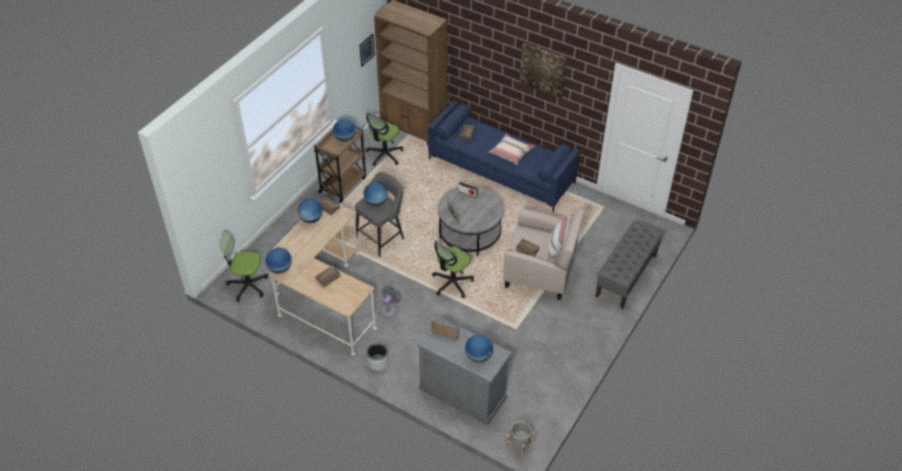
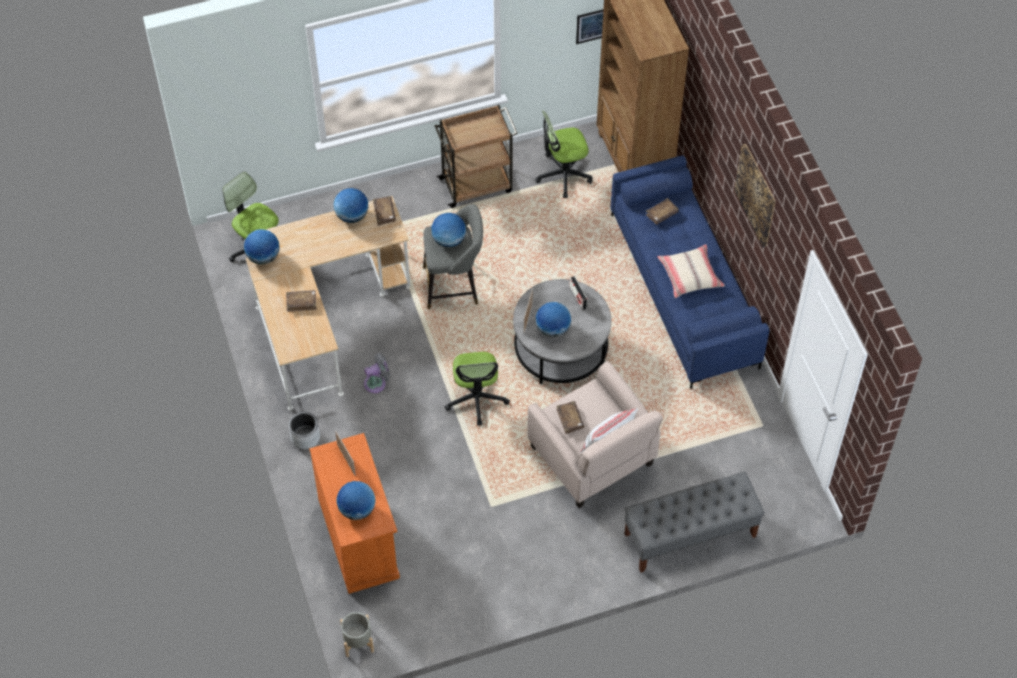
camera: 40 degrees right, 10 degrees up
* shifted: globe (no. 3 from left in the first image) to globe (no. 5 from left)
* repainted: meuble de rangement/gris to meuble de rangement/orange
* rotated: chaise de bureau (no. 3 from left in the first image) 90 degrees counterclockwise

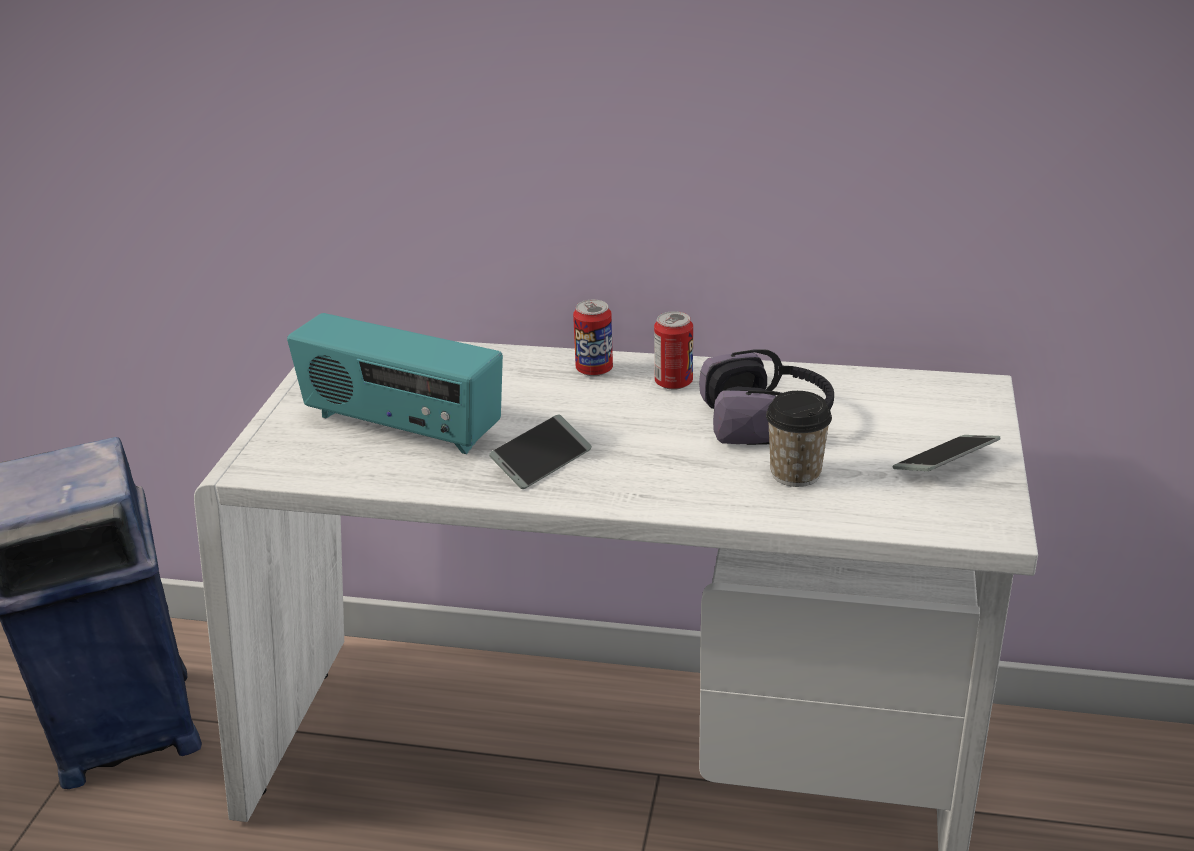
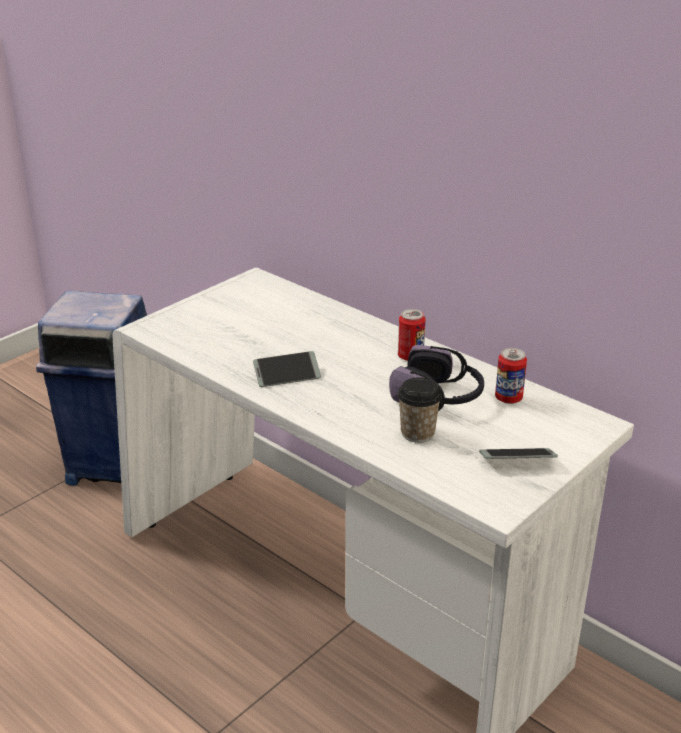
camera: 30 degrees right, 0 degrees up
* gone: radio
* shifted: boîte métallique (no. 1 from left in the first image) to boîte métallique (no. 2 from left)

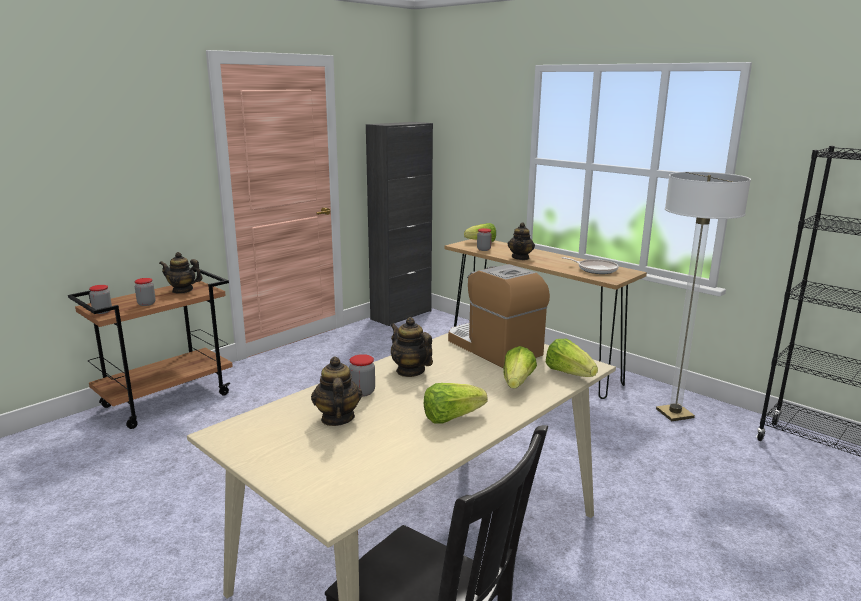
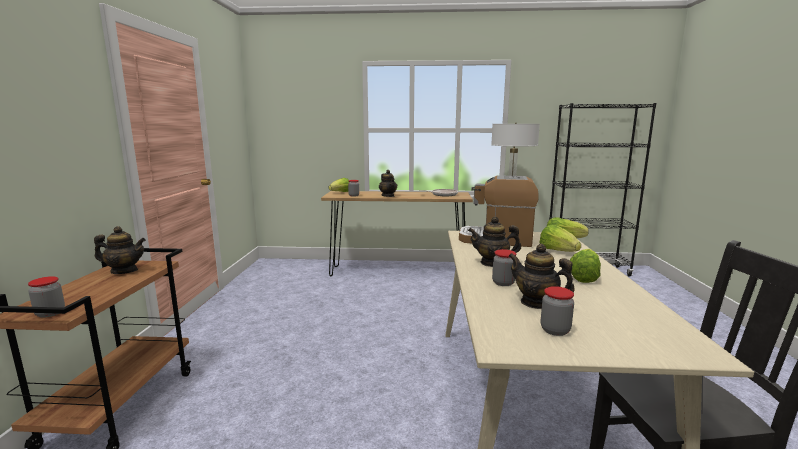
camera: 40 degrees left, 5 degrees down
* shifted: bocal (no. 2 from left in the first image) to bocal (no. 4 from left)
* rotated: théière (no. 1 from left) 150 degrees counterclockwise
* gone: meuble de rangement/noir

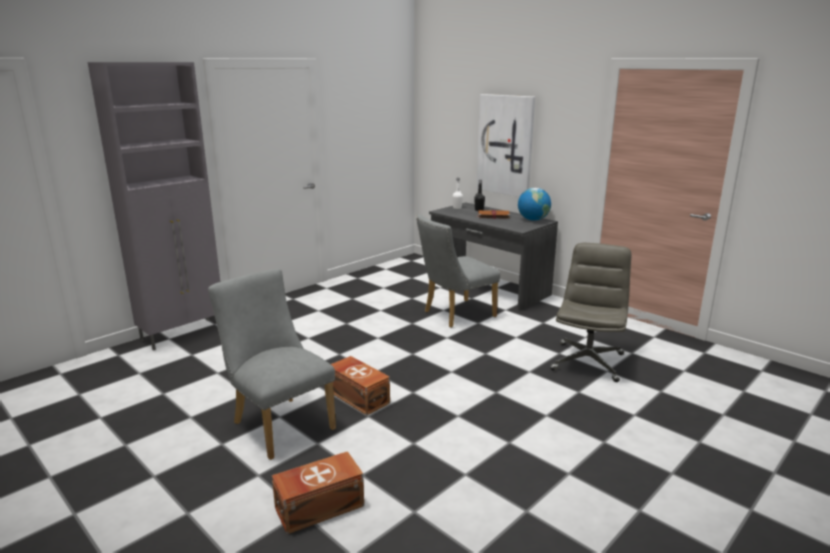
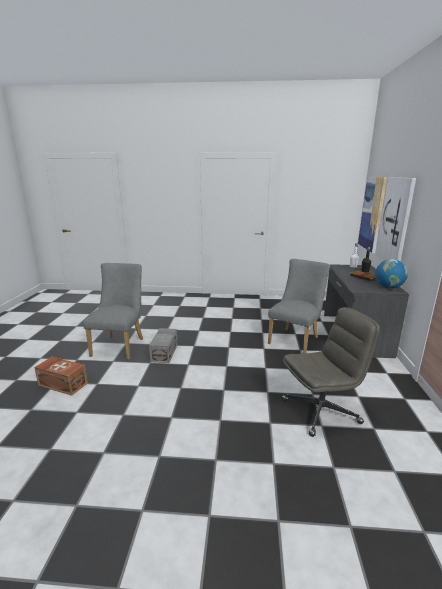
camera: 50 degrees right, 0 degrees up
* gone: meuble de rangement/gris
* repainted: boîte de rangement/marron (no. 2 from left) to boîte de rangement/gris
* rotated: chaise/gris (no. 2 from left) 105 degrees clockwise
* new: tableau (no. 1 from left)

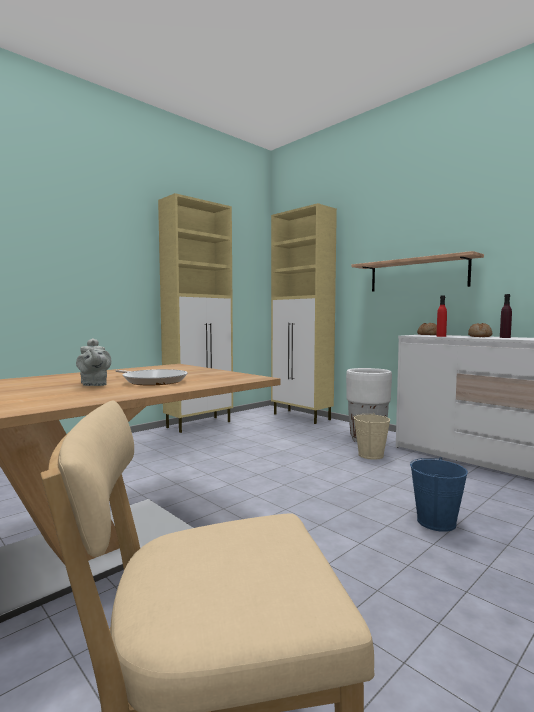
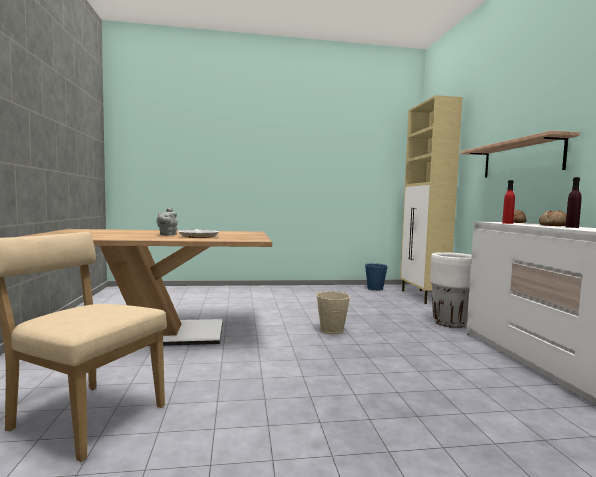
camera: 35 degrees right, 0 degrees up
* gone: meuble de rangement/beige (no. 1 from left)
* shifted: seau/beige
* shifted: seau/bleu

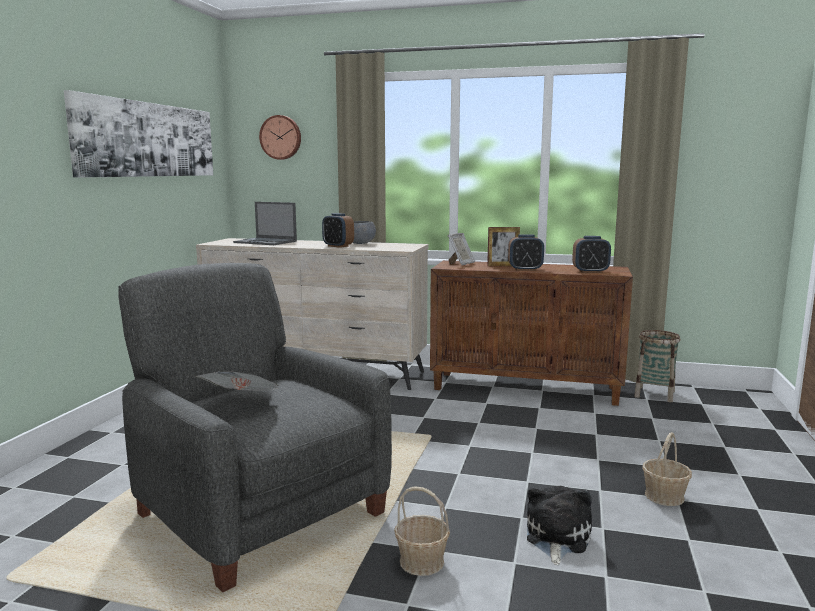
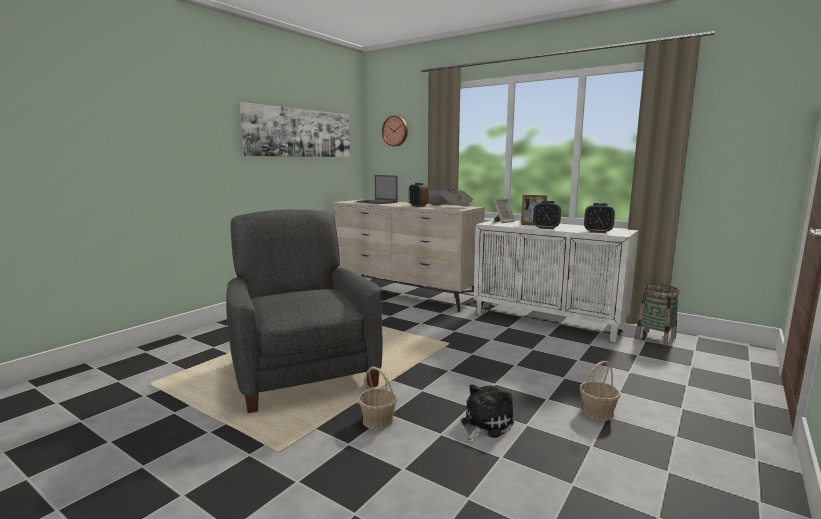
camera: 20 degrees right, 0 degrees up
* shifted: journal
* repainted: meuble de rangement/marron to meuble de rangement/blanc

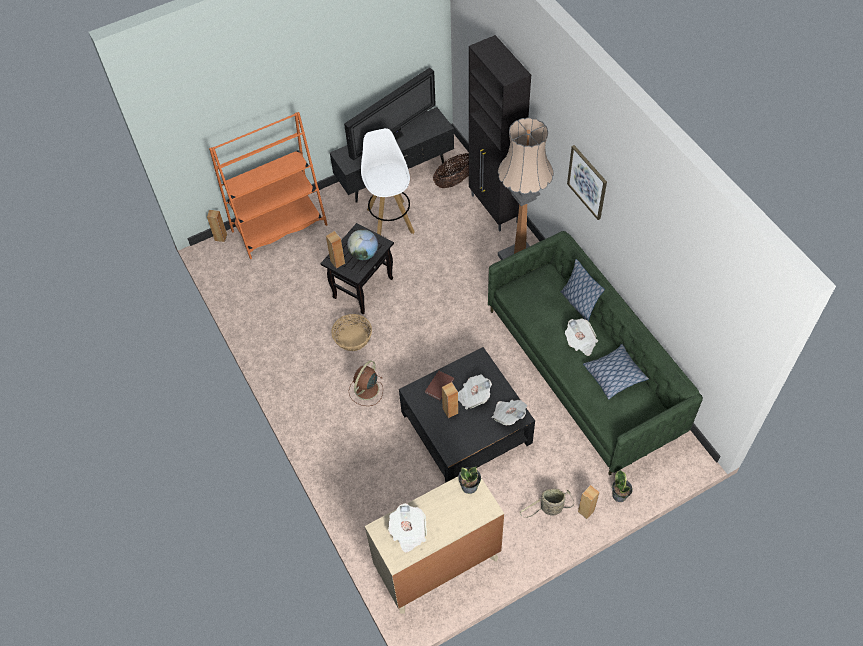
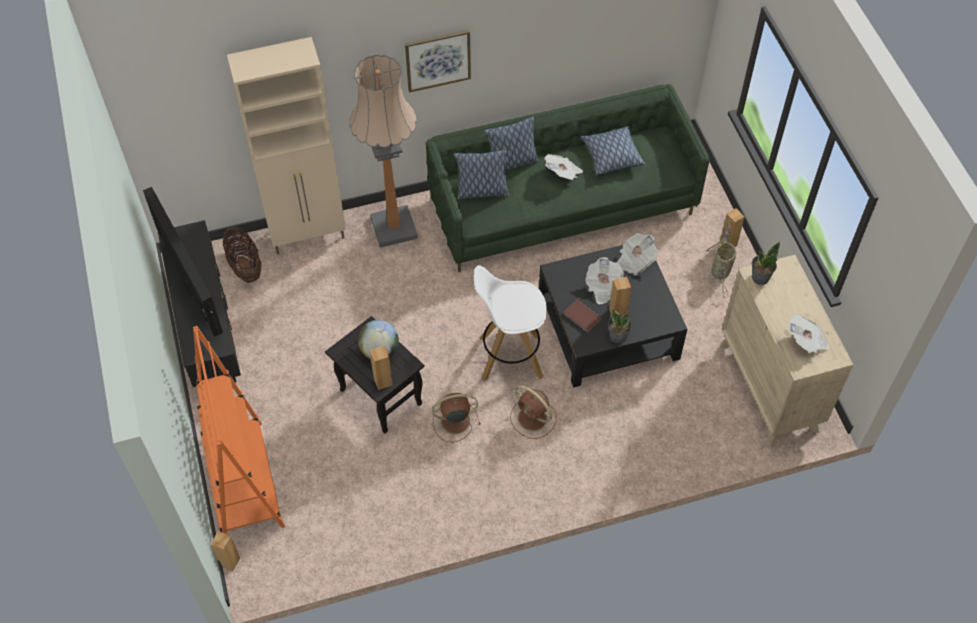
camera: 80 degrees left, 0 degrees up
* swapped: panier (no. 1 from left) to ventilateur/marron (no. 1 from left)
* shifted: tabouret/blanc
* repainted: meuble de rangement/noir to meuble de rangement/beige
* shifted: plante en pot (no. 2 from left in the first image) to plante en pot (no. 1 from left)
* new: coussin (no. 1 from left)

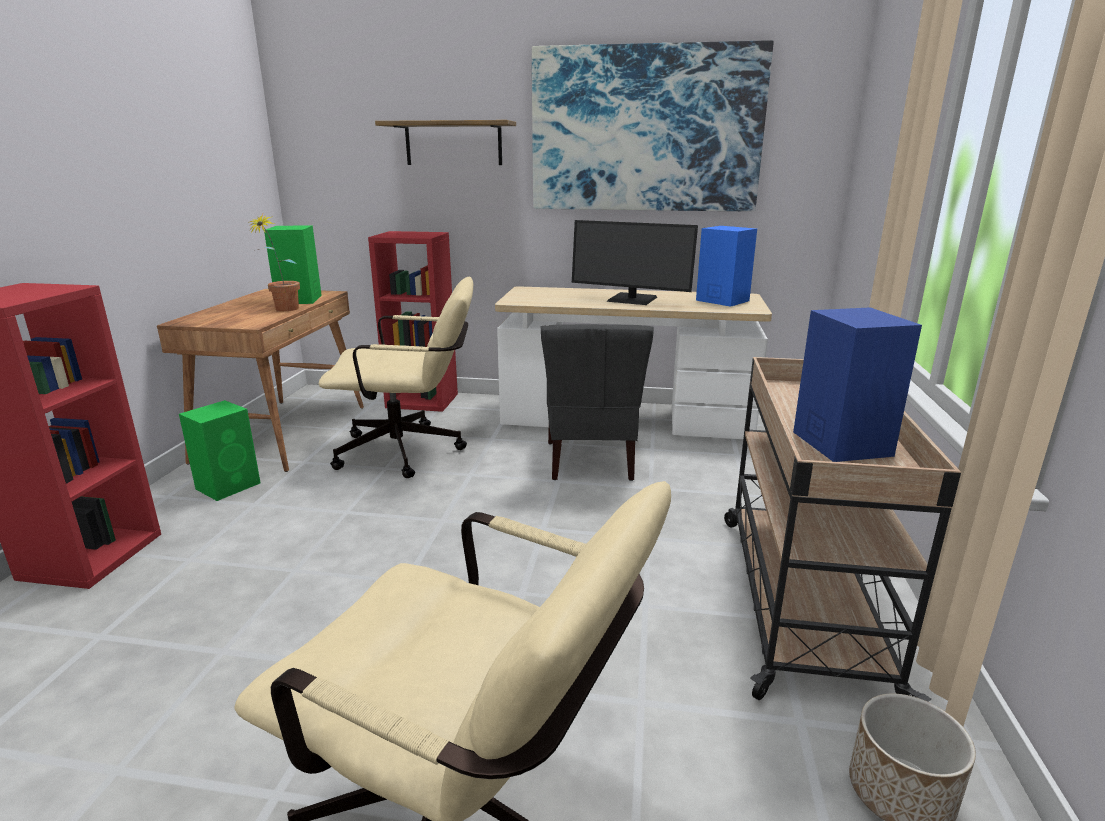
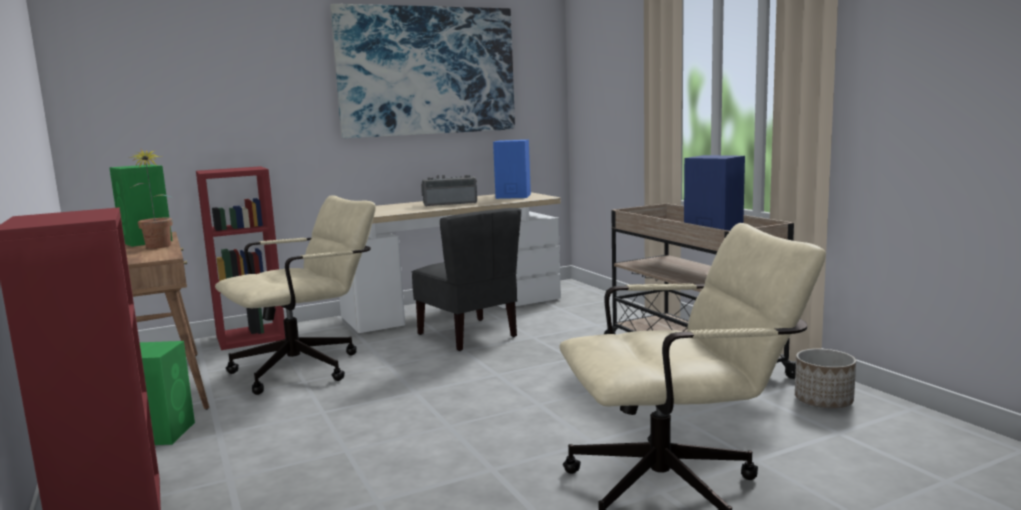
camera: 35 degrees left, 10 degrees down
* gone: étagère
* swapped: écran d'ordinateur to radio

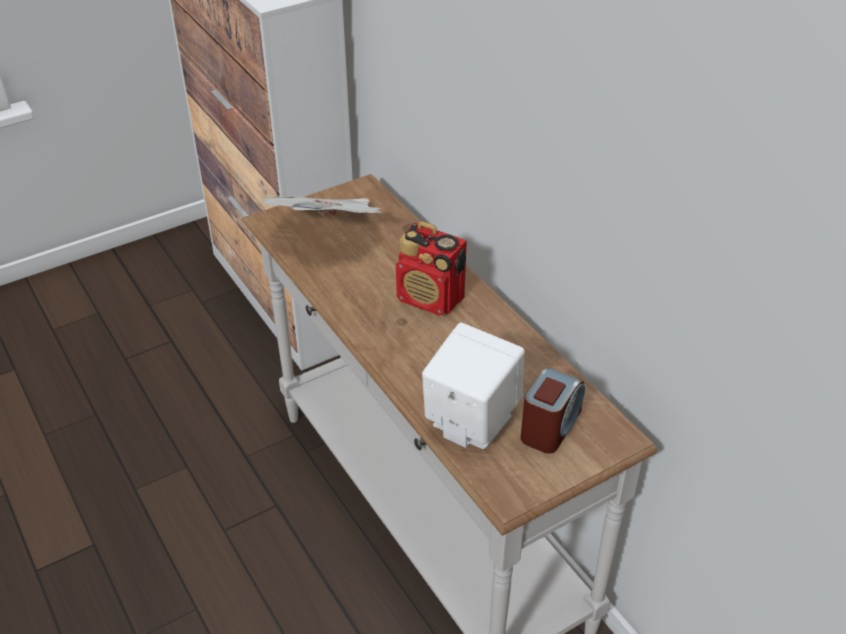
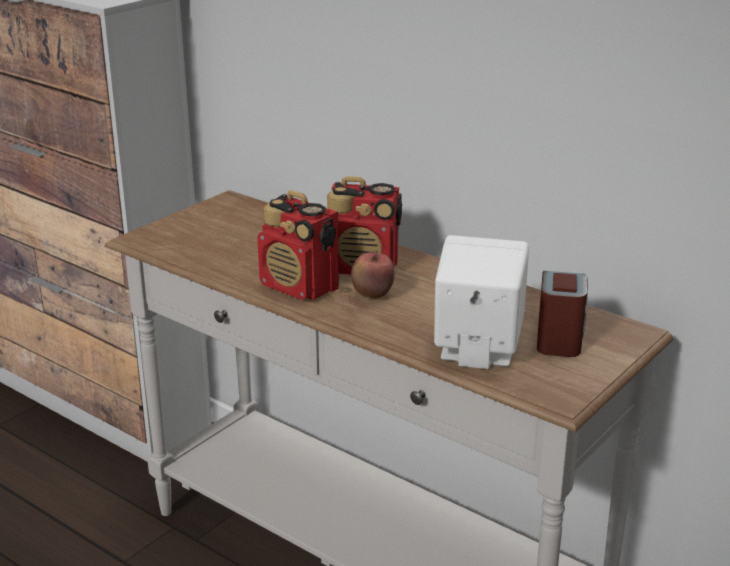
camera: 20 degrees left, 15 degrees down
* gone: journal
* new: radio (no. 1 from left)
* new: pomme

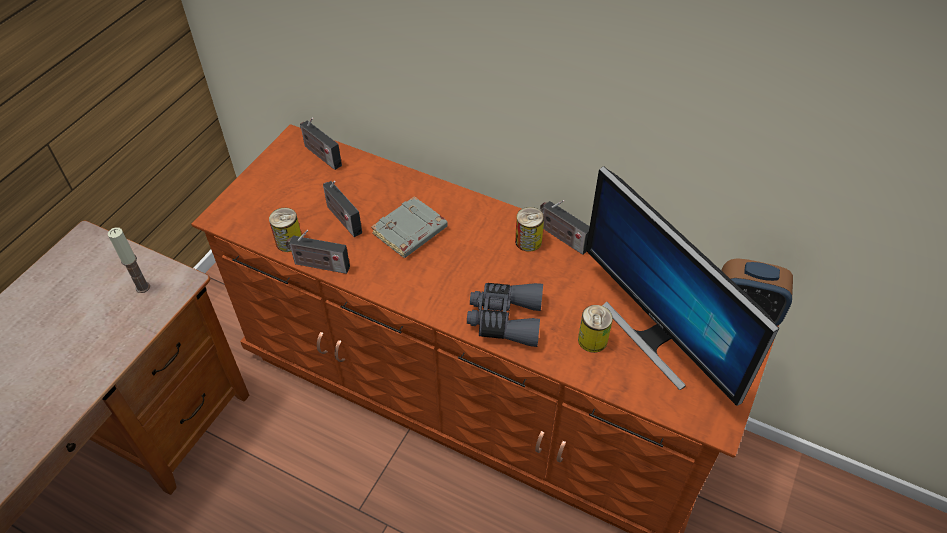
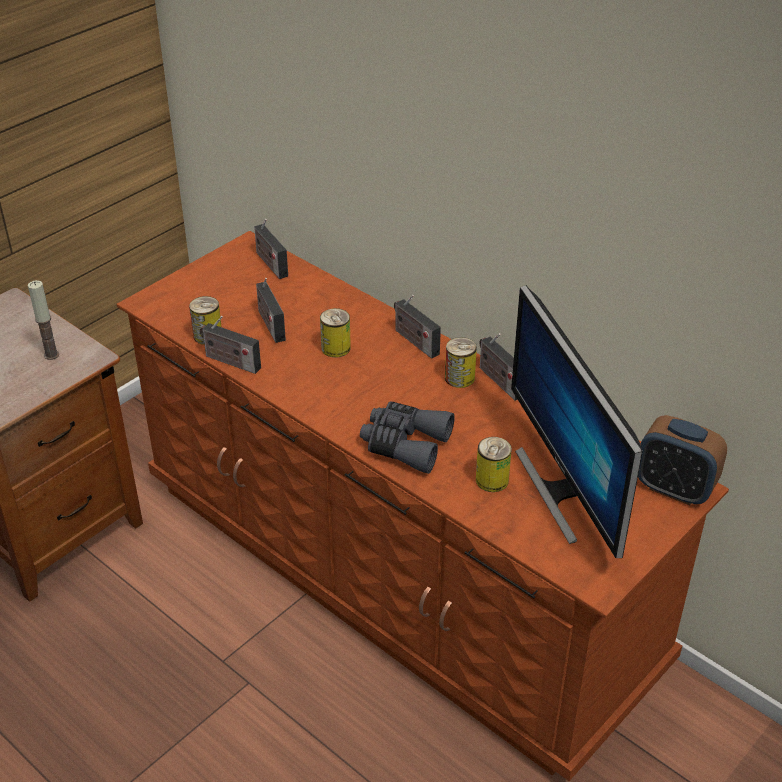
camera: 15 degrees right, 10 degrees down
* swapped: livre/gris to boîte métallique (no. 2 from left)
* new: radio (no. 4 from left)

